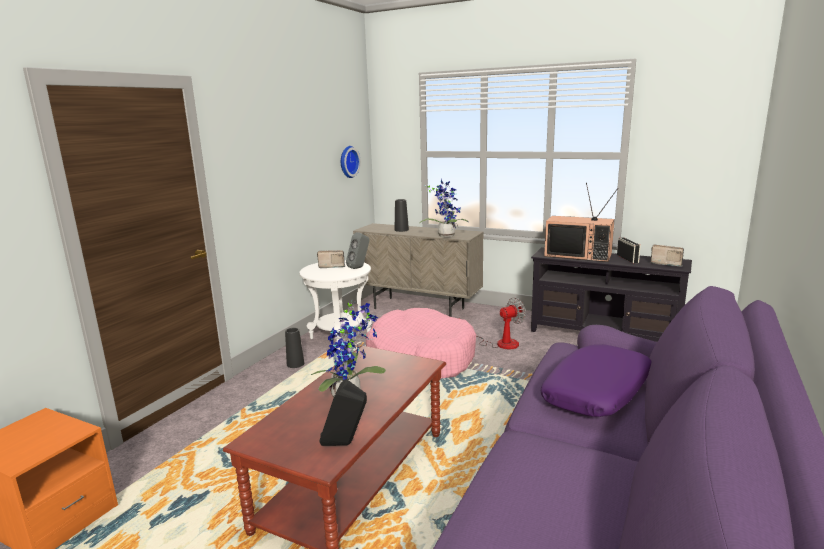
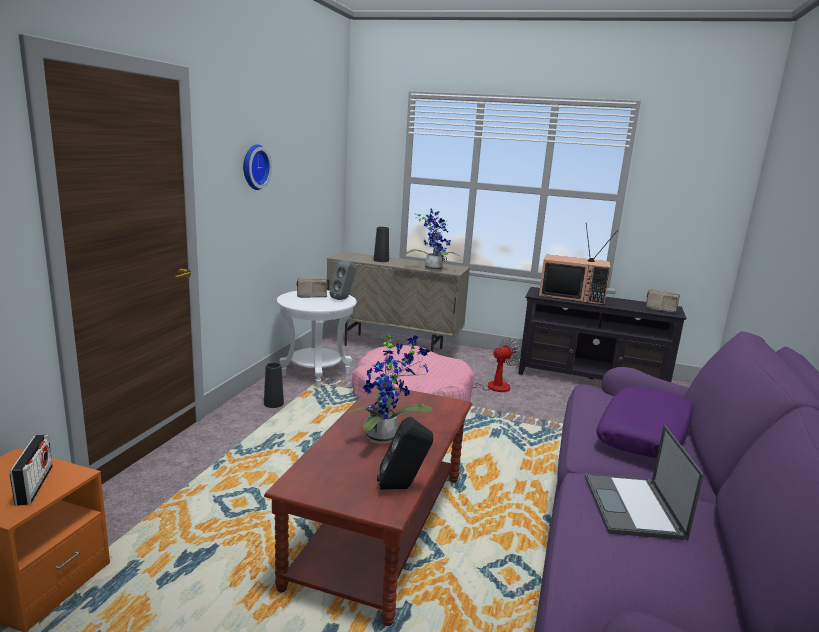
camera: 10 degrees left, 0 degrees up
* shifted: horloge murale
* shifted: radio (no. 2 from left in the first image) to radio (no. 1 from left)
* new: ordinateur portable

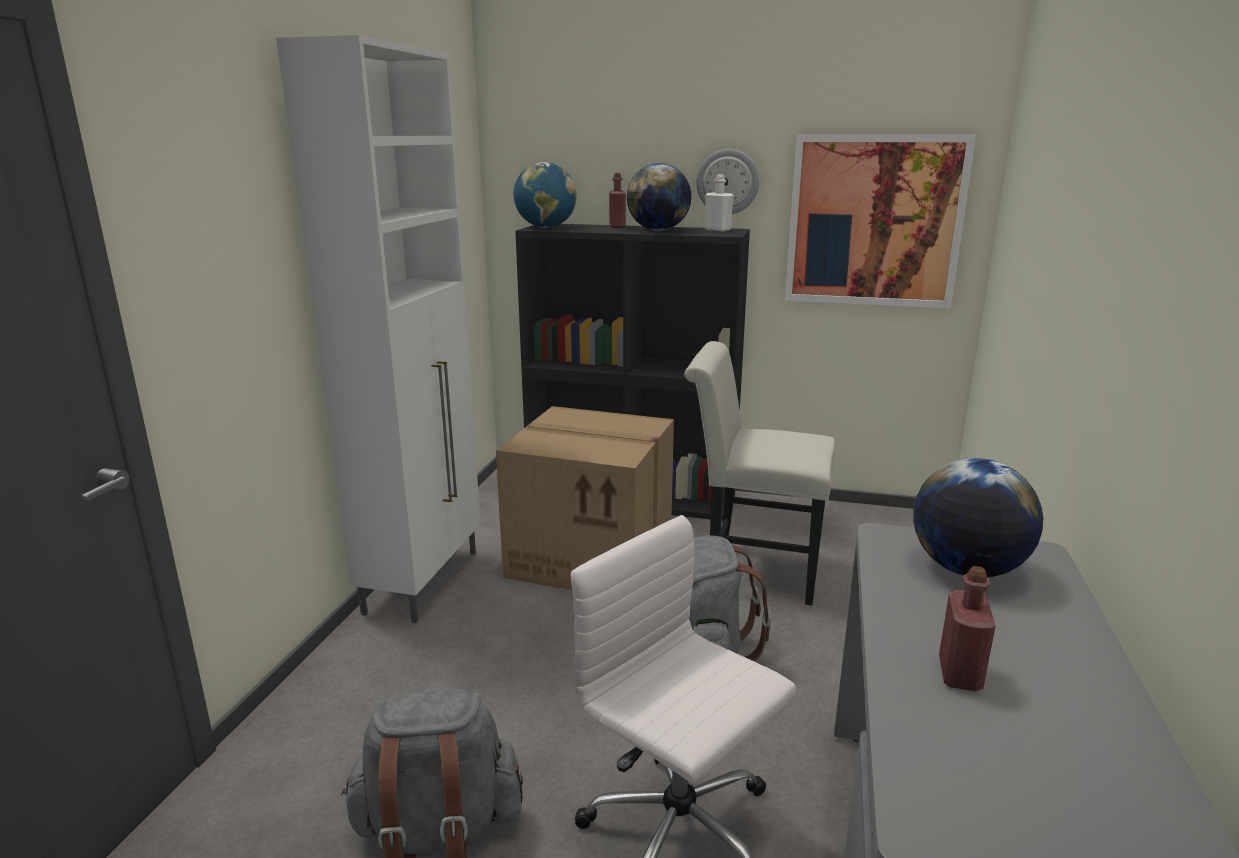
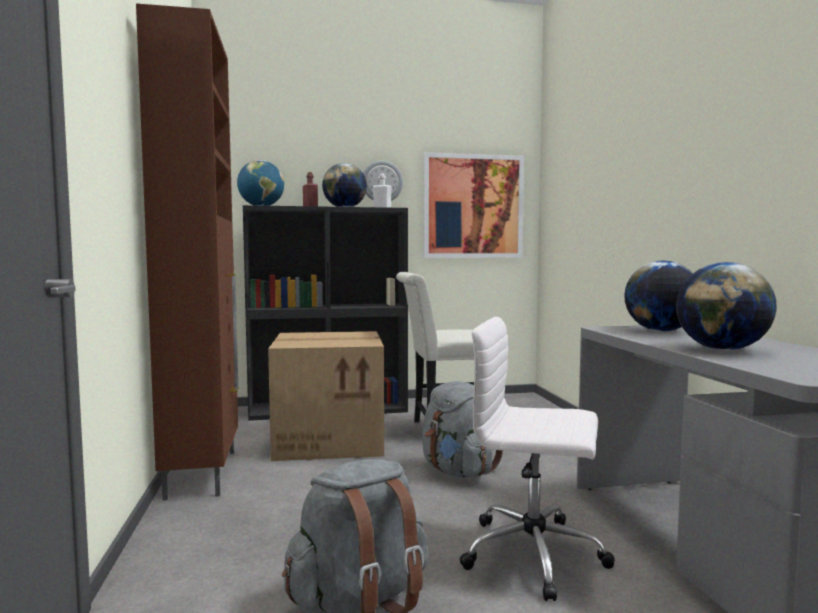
camera: 25 degrees left, 15 degrees down
* repainted: meuble de rangement/blanc to meuble de rangement/marron
* swapped: bouteille/rouge (no. 2 from left) to globe (no. 4 from left)

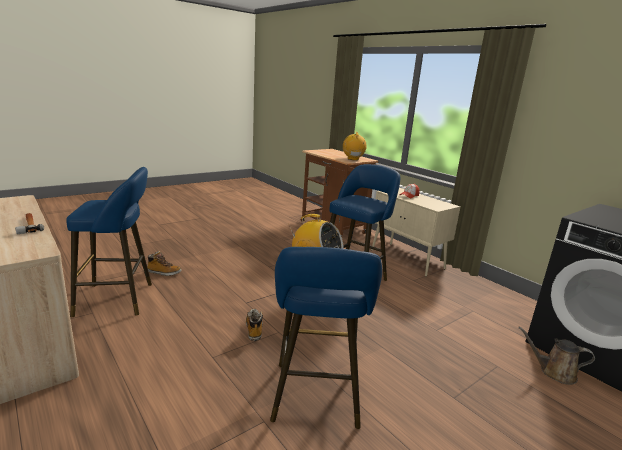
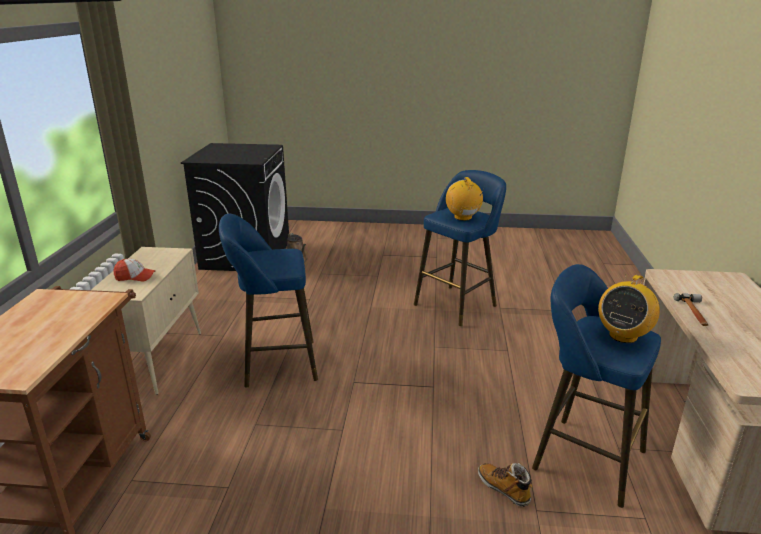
camera: 135 degrees left, 5 degrees up
* gone: botte (no. 2 from left)
* shifted: radio (no. 2 from left)

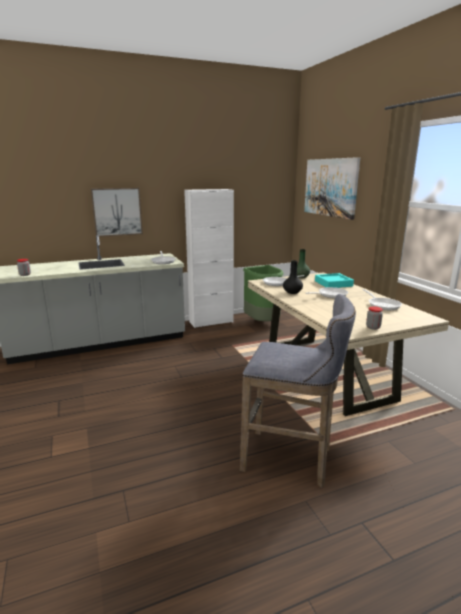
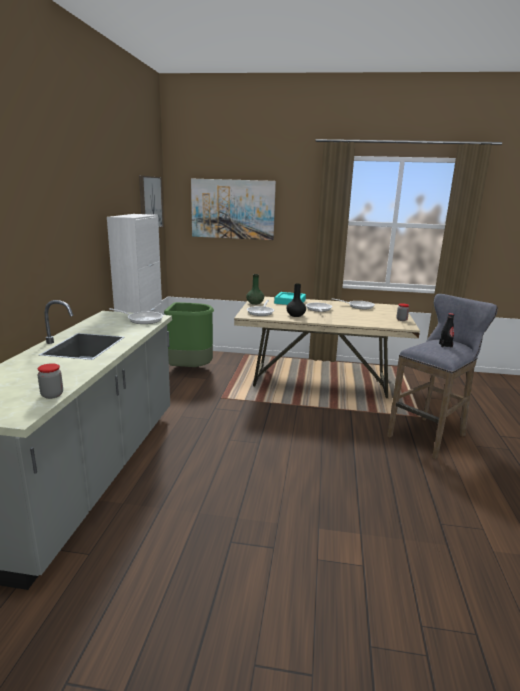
camera: 60 degrees left, 0 degrees up
* shifted: tableau (no. 1 from left)
* new: bouteille/noir

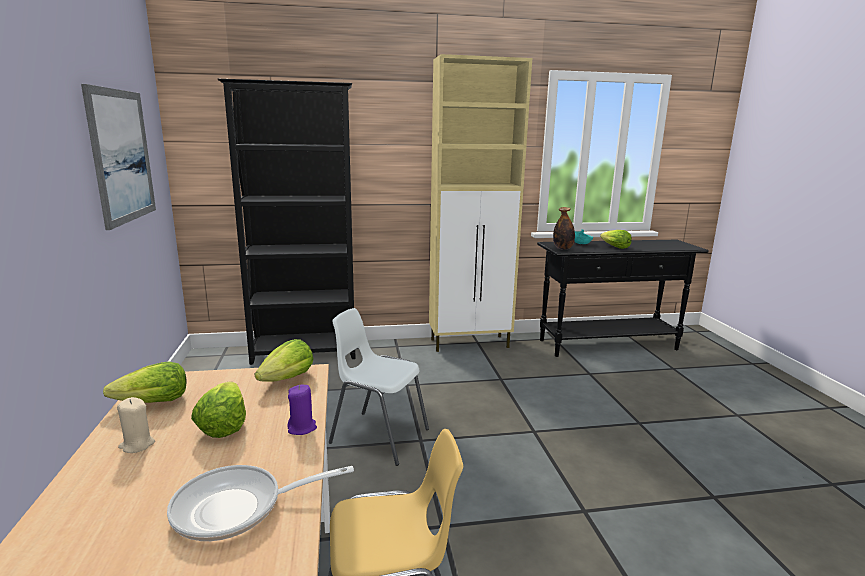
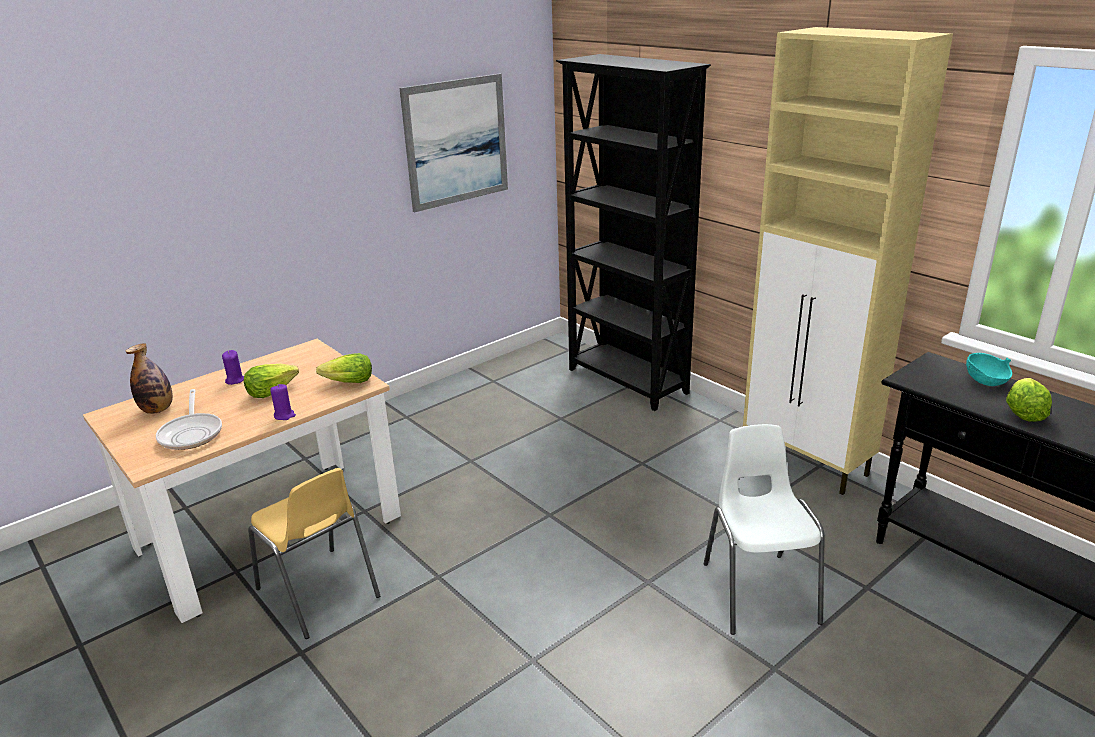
camera: 60 degrees right, 10 degrees up
* gone: laitue (no. 1 from left)
* repainted: bougie/beige to bougie/violet (no. 1 from left)
* rotated: poêle 150 degrees counterclockwise
* shifted: chaise/blanc
* shifted: bouteille

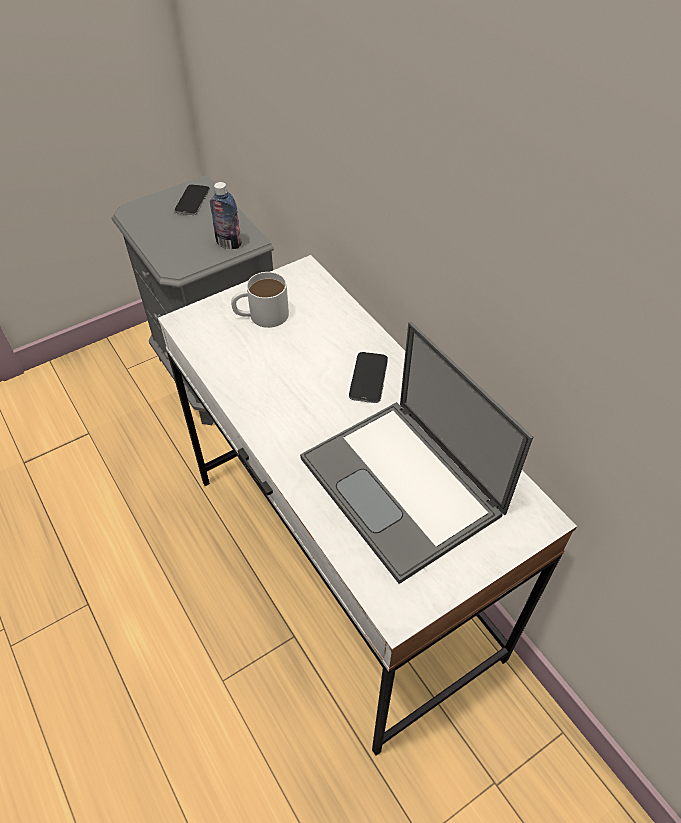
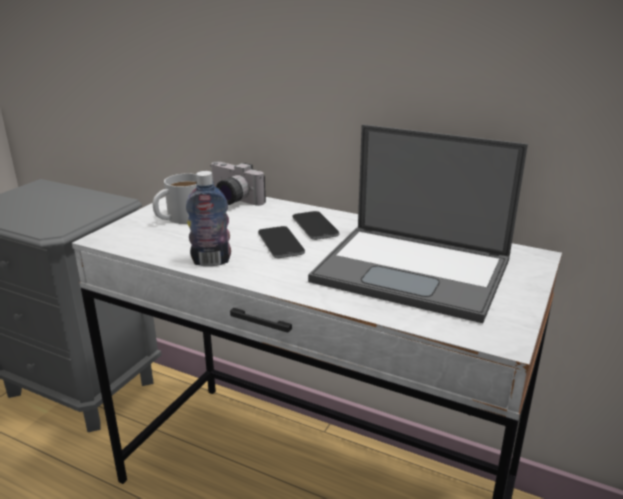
camera: 30 degrees left, 25 degrees down
* shifted: téléphone (no. 1 from left)
* shifted: bouteille
* new: appareil photo

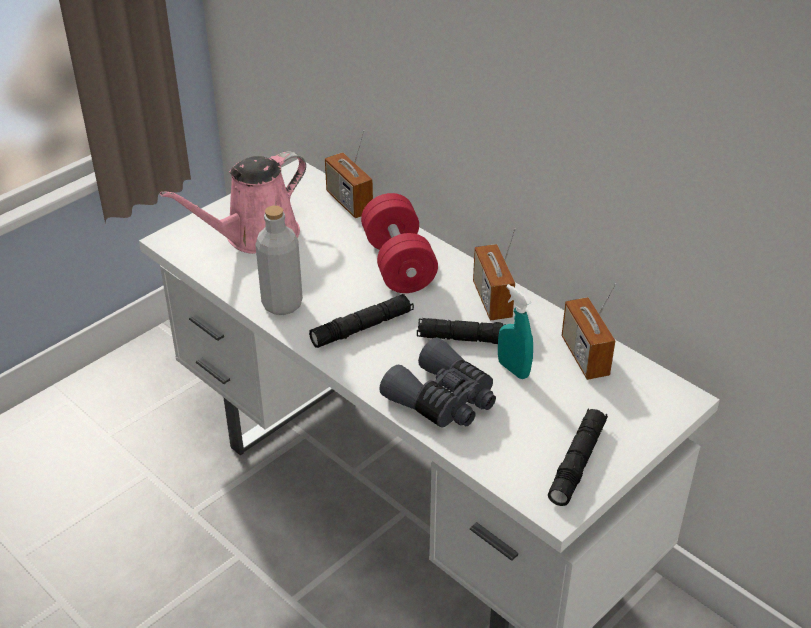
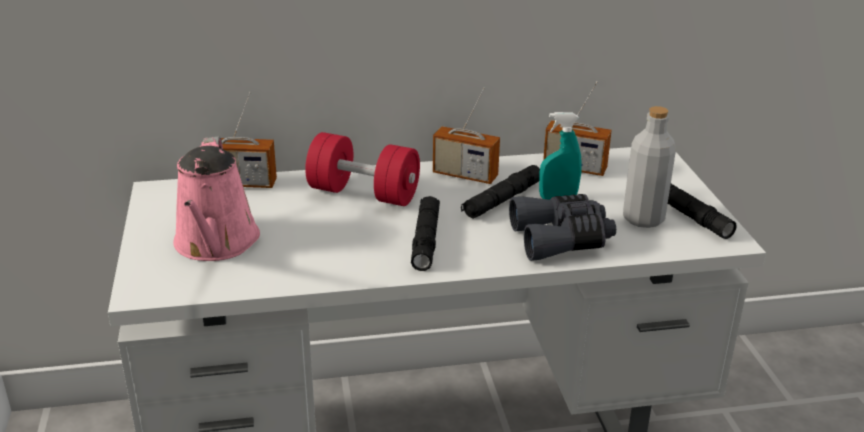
camera: 55 degrees left, 10 degrees down
* shifted: bouteille/gris

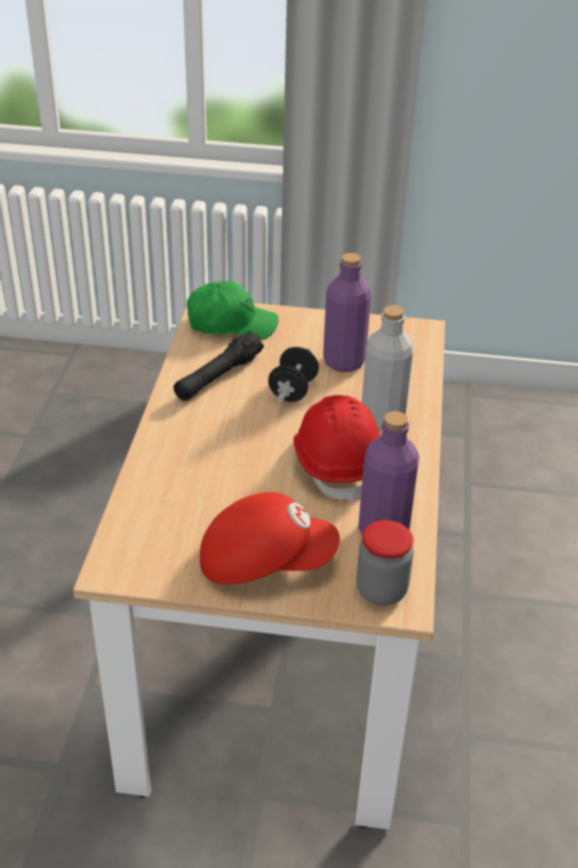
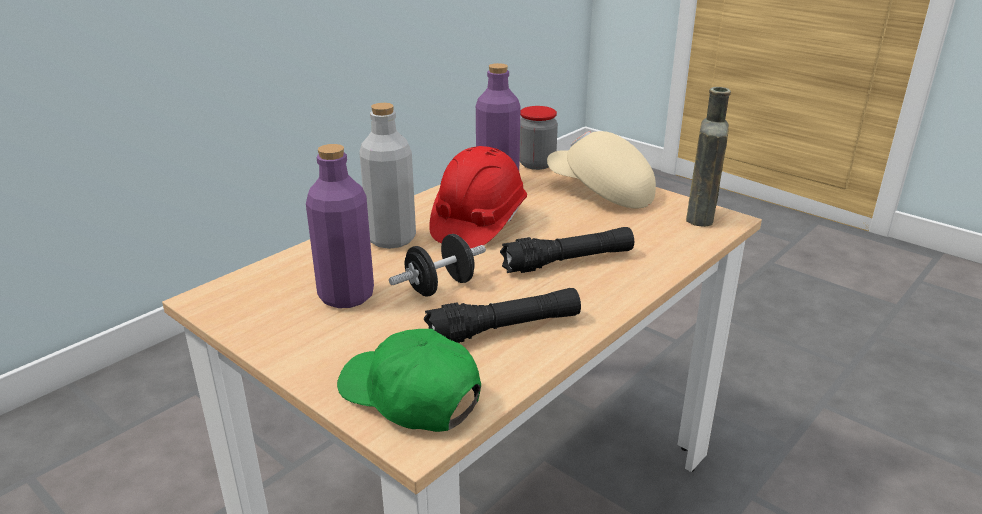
camera: 145 degrees left, 10 degrees down
* repainted: casquette/rouge to casquette/beige
* new: lampe de poche/noir (no. 2 from left)
* new: bouteille/marron

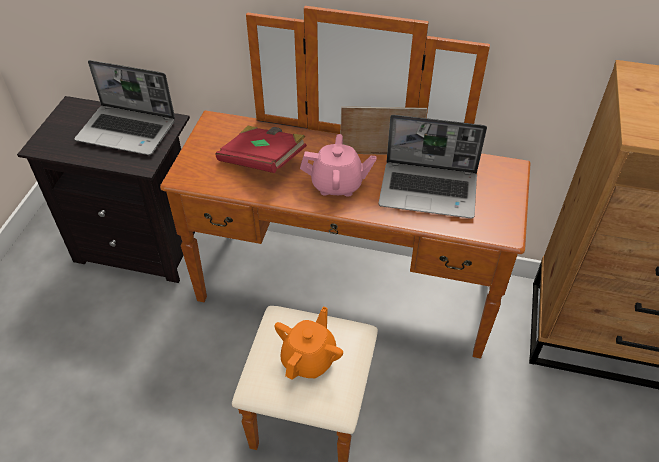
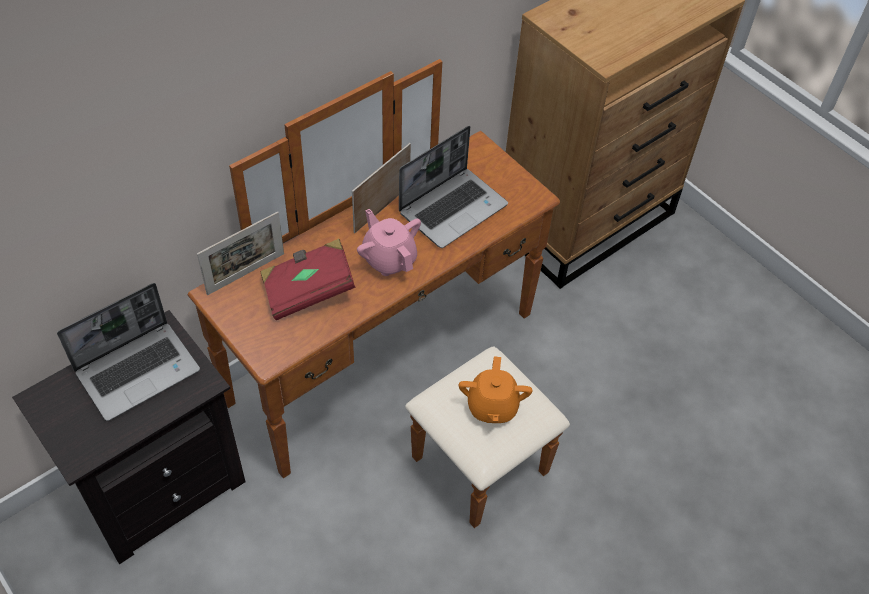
camera: 55 degrees left, 5 degrees up
* rotated: théière/orange 150 degrees counterclockwise
* rotated: théière/rose 75 degrees counterclockwise
* new: cadre photo (no. 1 from left)

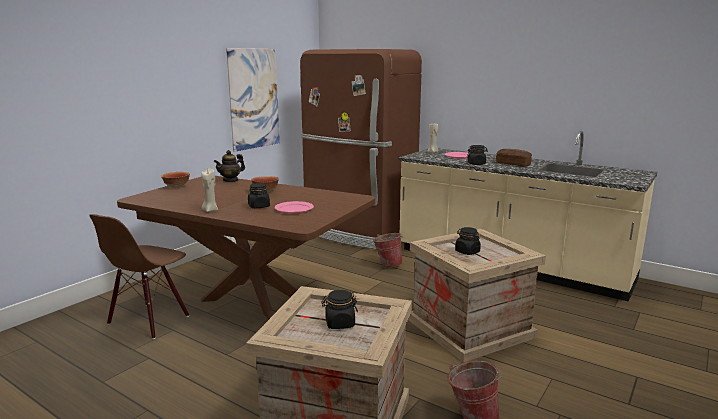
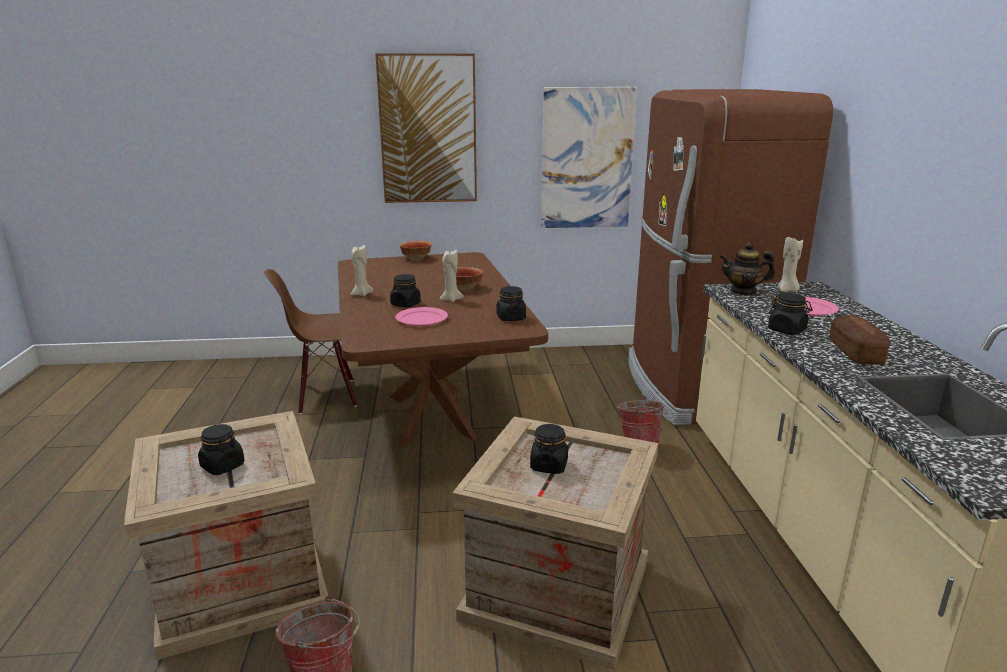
camera: 50 degrees right, 5 degrees up
* shifted: théière
* new: tableau (no. 1 from left)
* new: bougie/beige (no. 2 from left)
* new: bocal/noir (no. 3 from left)

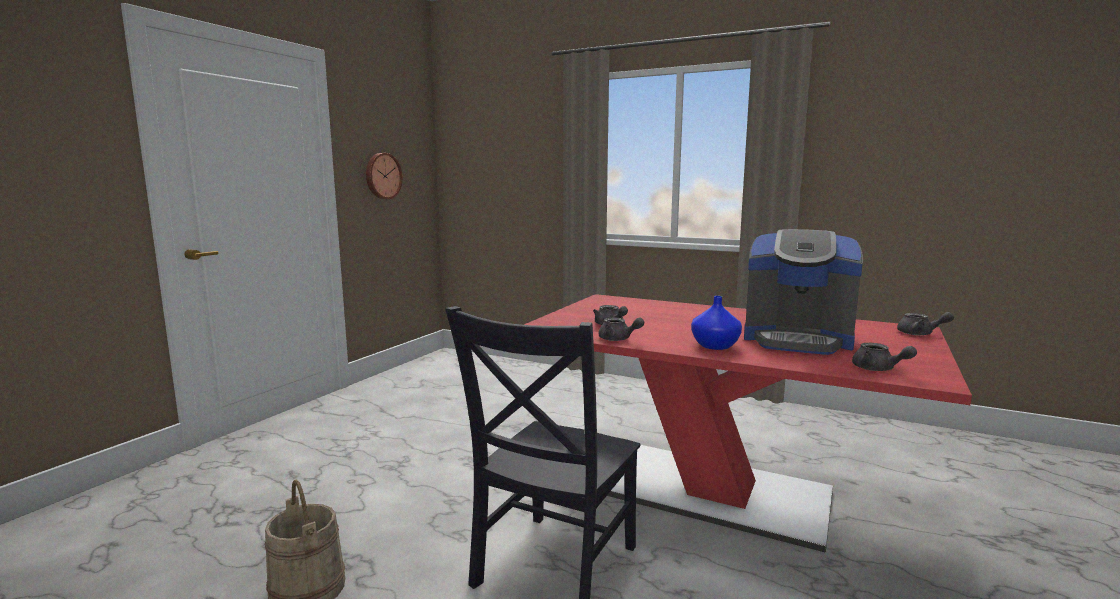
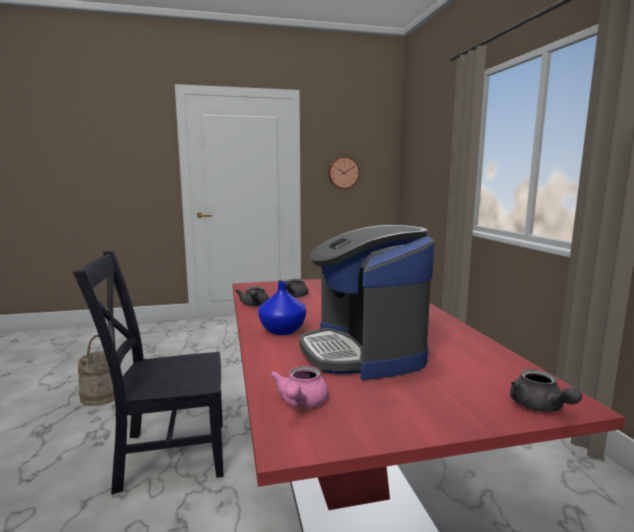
camera: 50 degrees right, 0 degrees up
* repainted: théière/gris (no. 3 from left) to théière/rose

